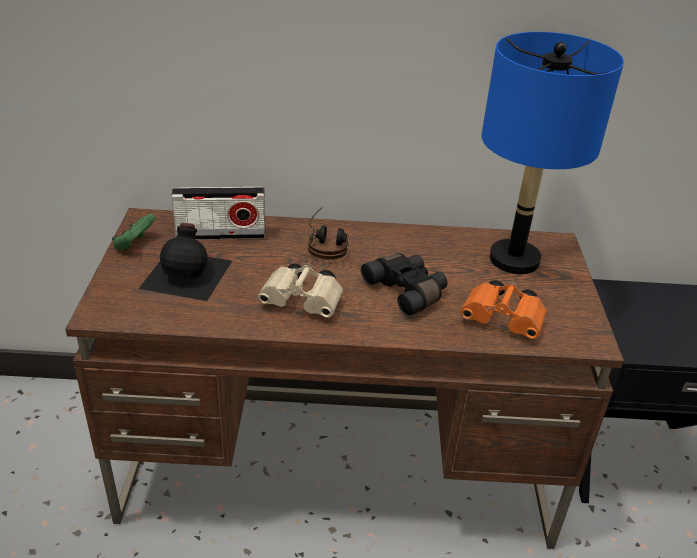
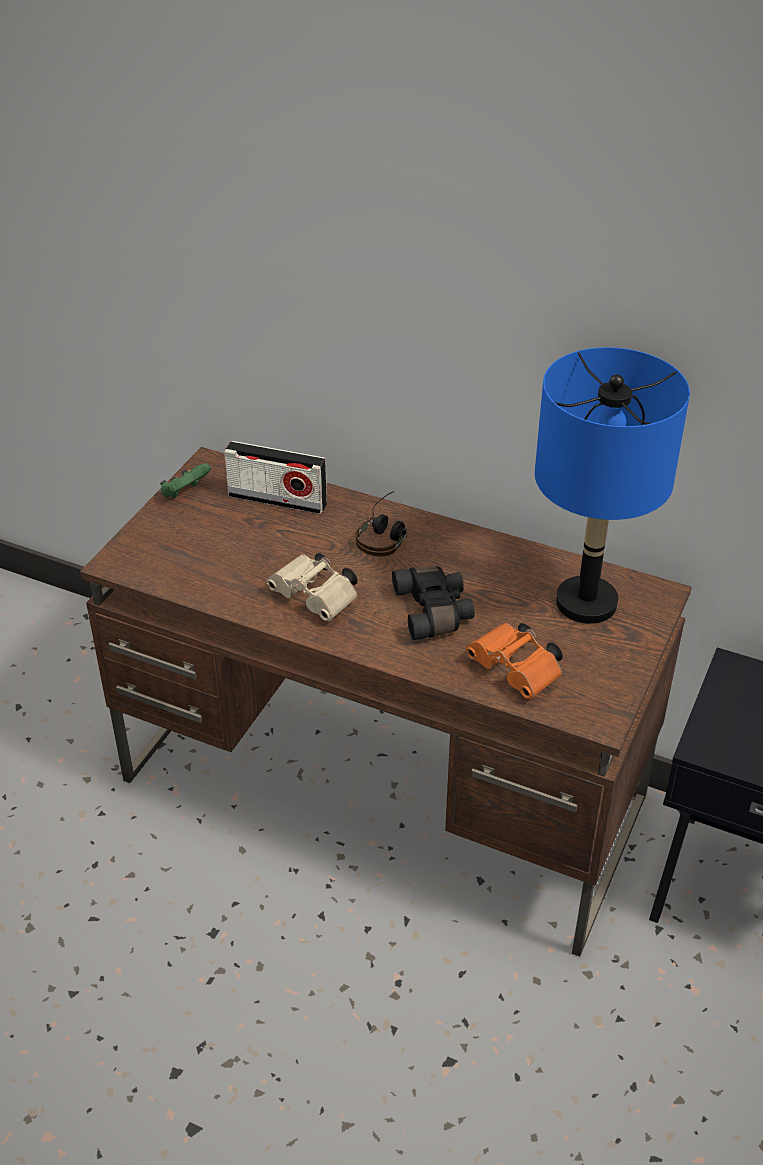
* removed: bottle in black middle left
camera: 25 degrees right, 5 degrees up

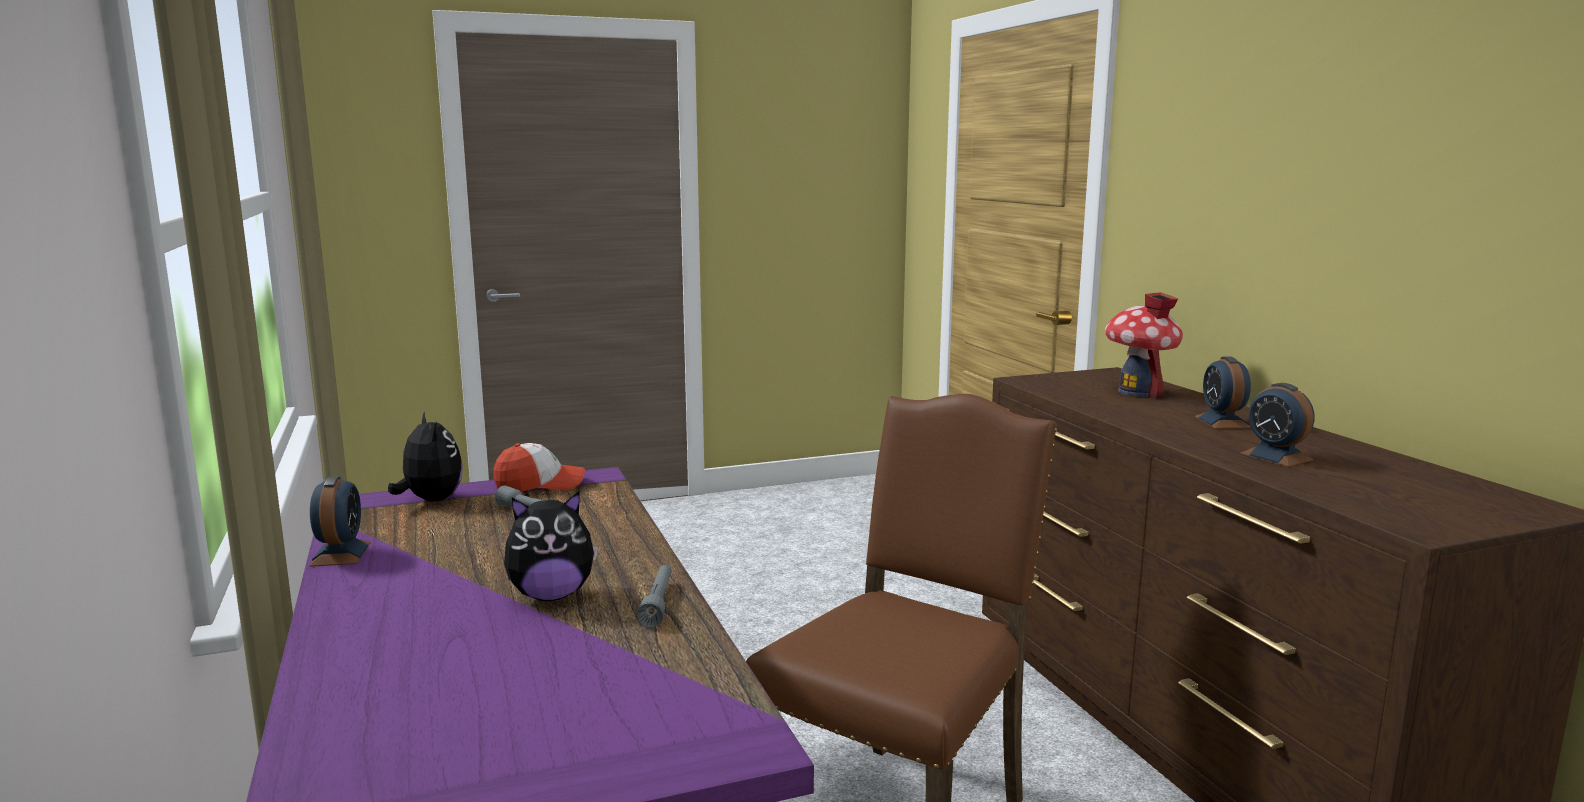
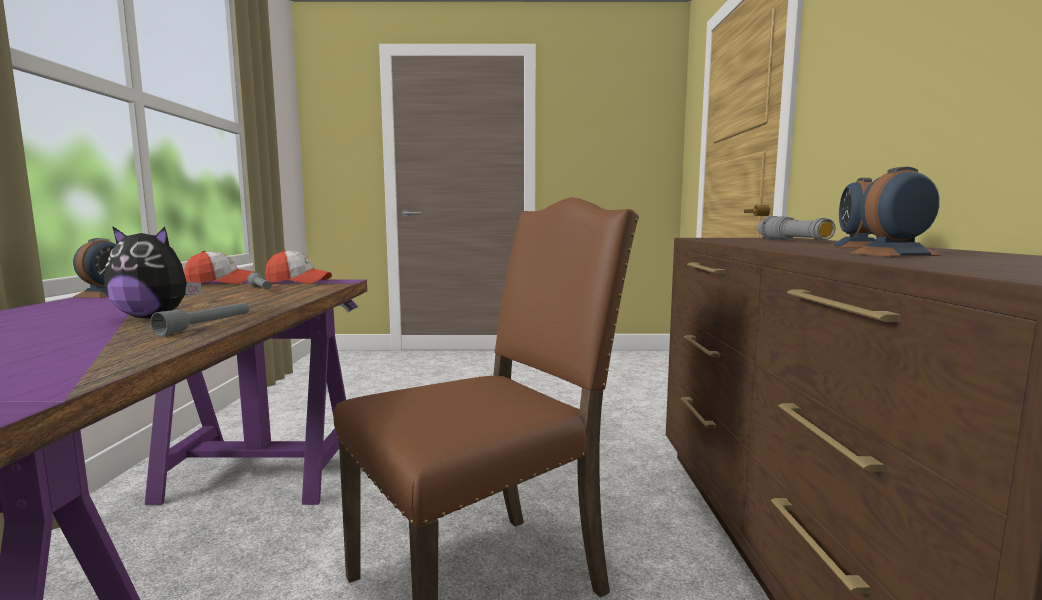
* replaced: plush toy (1st from left) middle left to cap (1st from left) middle left
* replaced: toy house middle right to flashlight in grey (3rd from left) middle right
* turned: alarm clock (3rd from left) middle right = middle right 90 degrees clockwise
camera: 20 degrees right, 5 degrees down

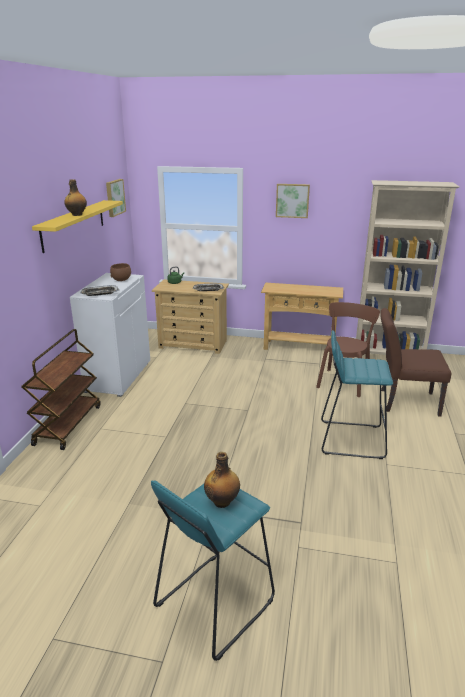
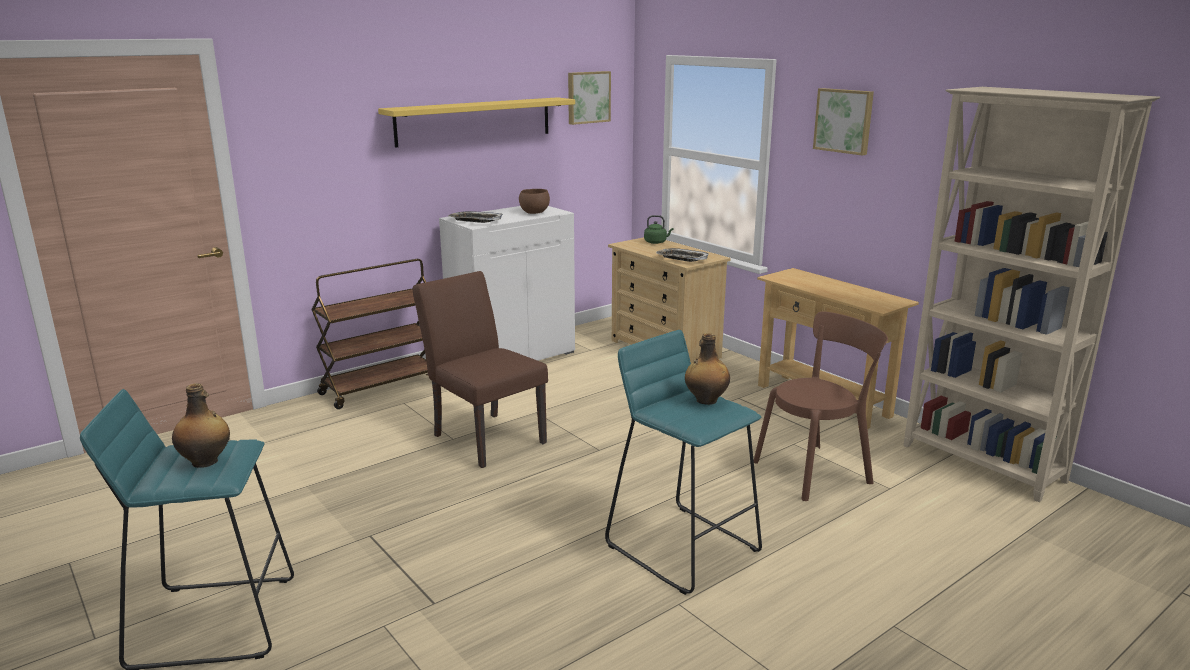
* moved: bottle (1st from left in the first image) top left to bottle (2nd from left) centre
* moved: chair in brown (2nd from left in the first image) middle right to chair in brown (1st from left) centre
camera: 40 degrees right, 5 degrees down

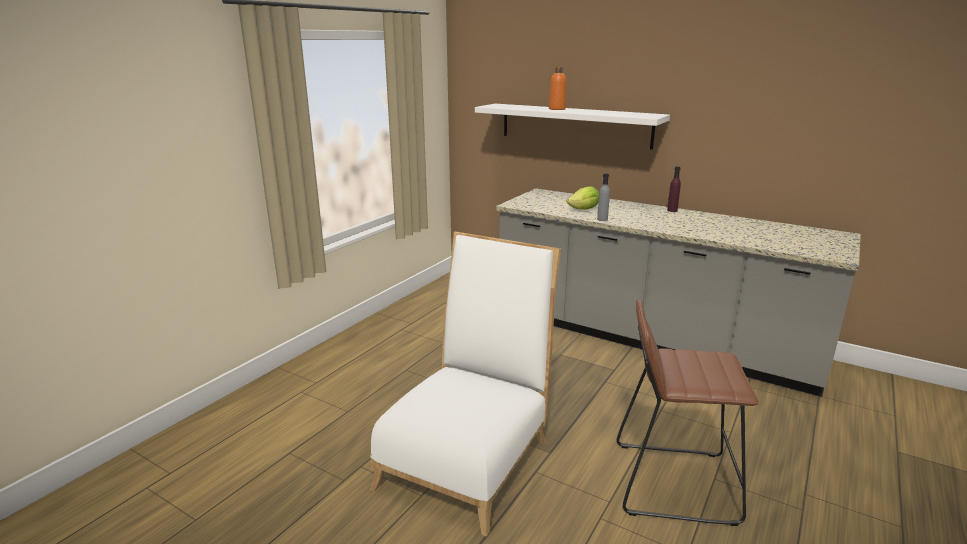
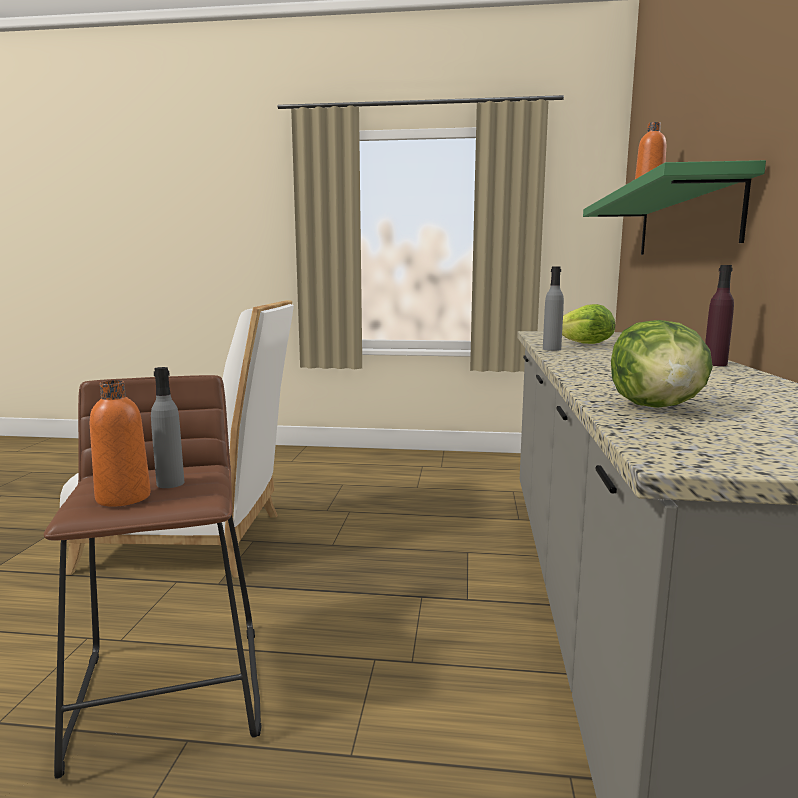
* recoloured: shelf in white top centre to shelf in green top right
* added: bottle in orange (1st from left) middle left
* added: bottle in grey (1st from left) middle left
* added: lettuce (2nd from left) middle right
camera: 65 degrees right, 10 degrees down

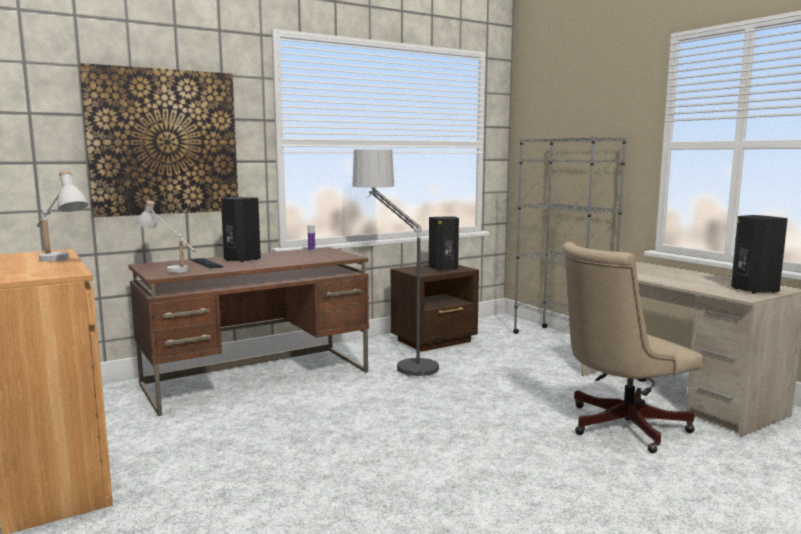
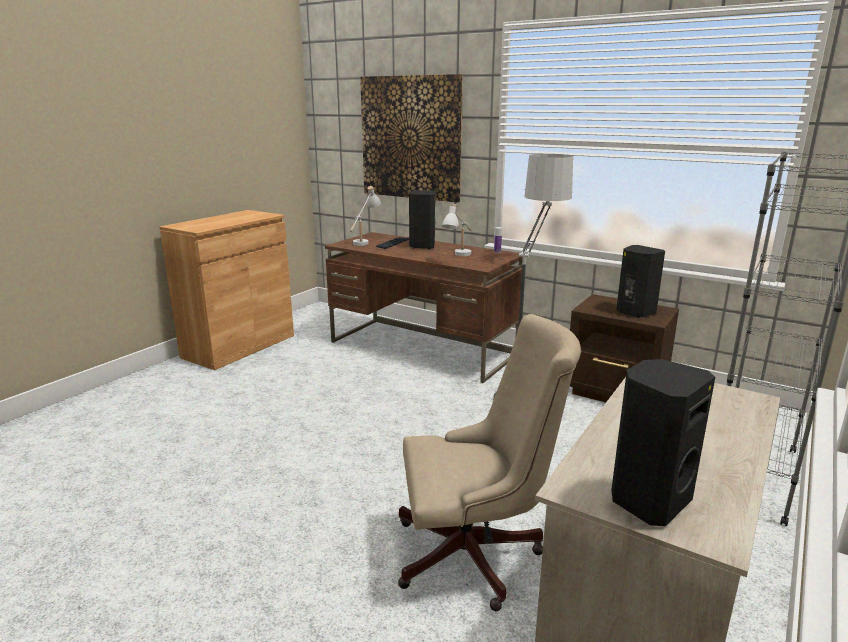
* moved: table lamp in white (1st from left in the first image) middle left to table lamp in white (2nd from left) centre
* turned: office chair in beige middle right = bottom centre 135 degrees clockwise
camera: 65 degrees right, 10 degrees up

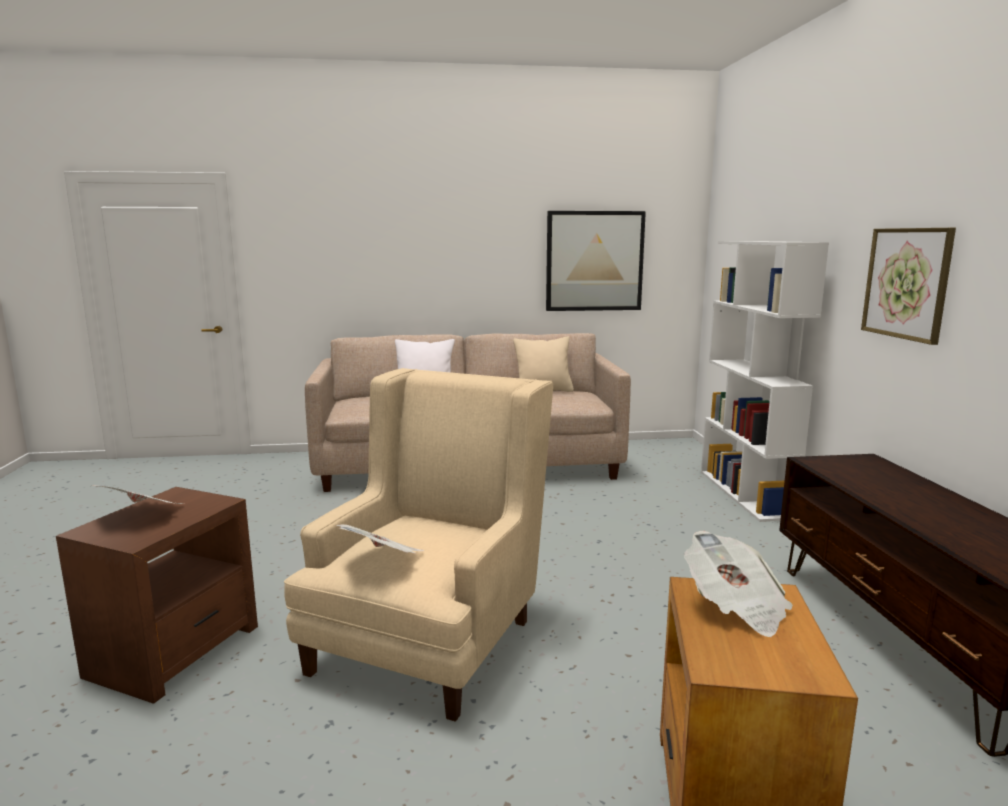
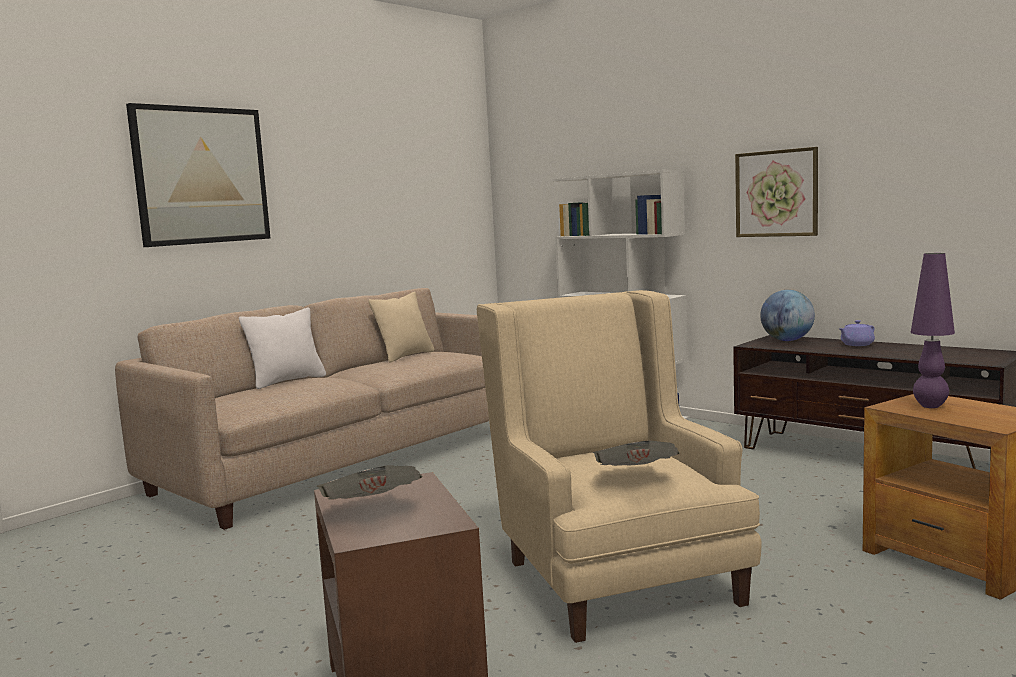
* moved: picture (1st from left) top centre to top left
* replaced: newspaper (3rd from left) bottom right to table lamp in purple middle right
* added: globe middle right
* added: teapot in purple middle right
camera: 40 degrees left, 5 degrees down

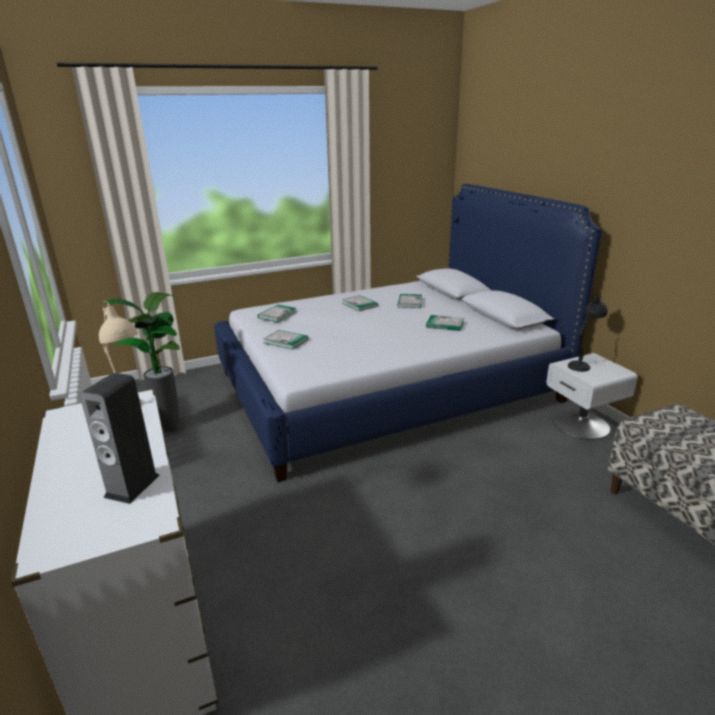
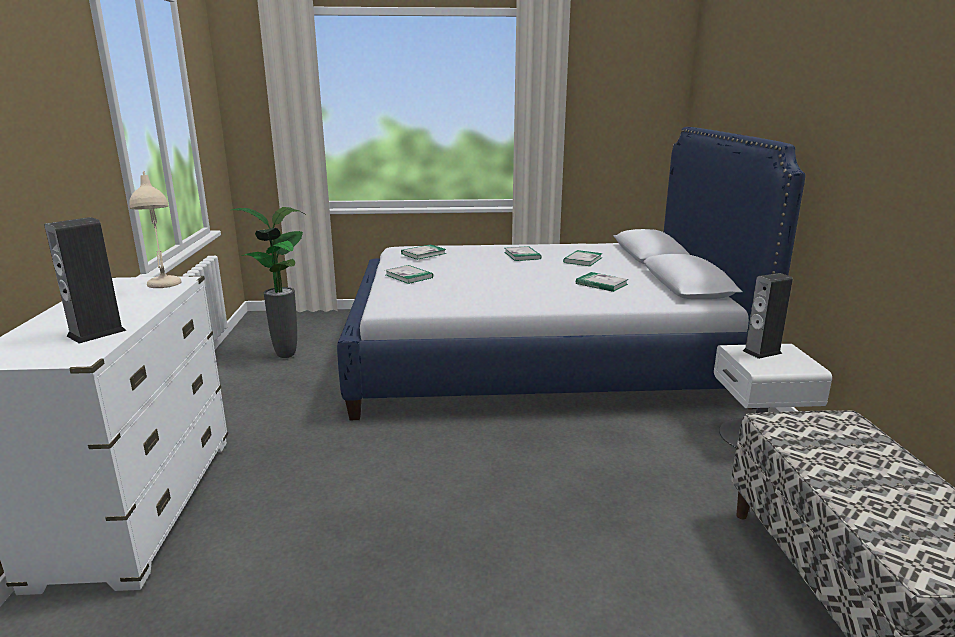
* replaced: table lamp in black middle right to speaker (2nd from left) middle right
camera: 20 degrees right, 5 degrees down

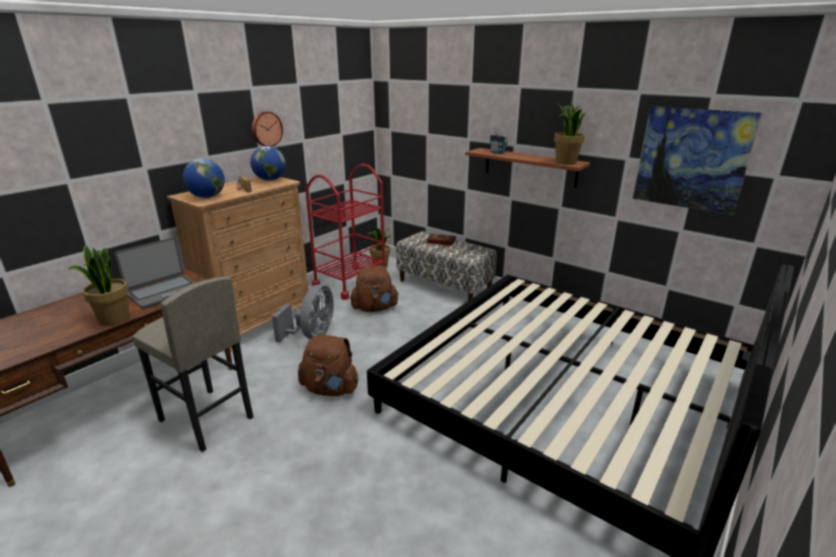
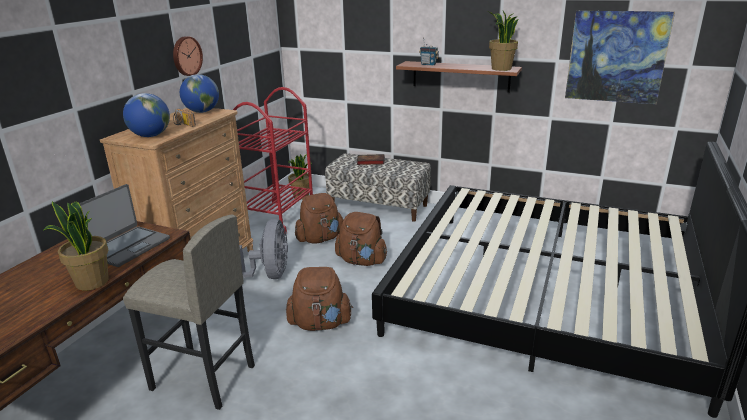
* added: backpack in brown (3rd from left) centre
camera: 15 degrees left, 0 degrees up

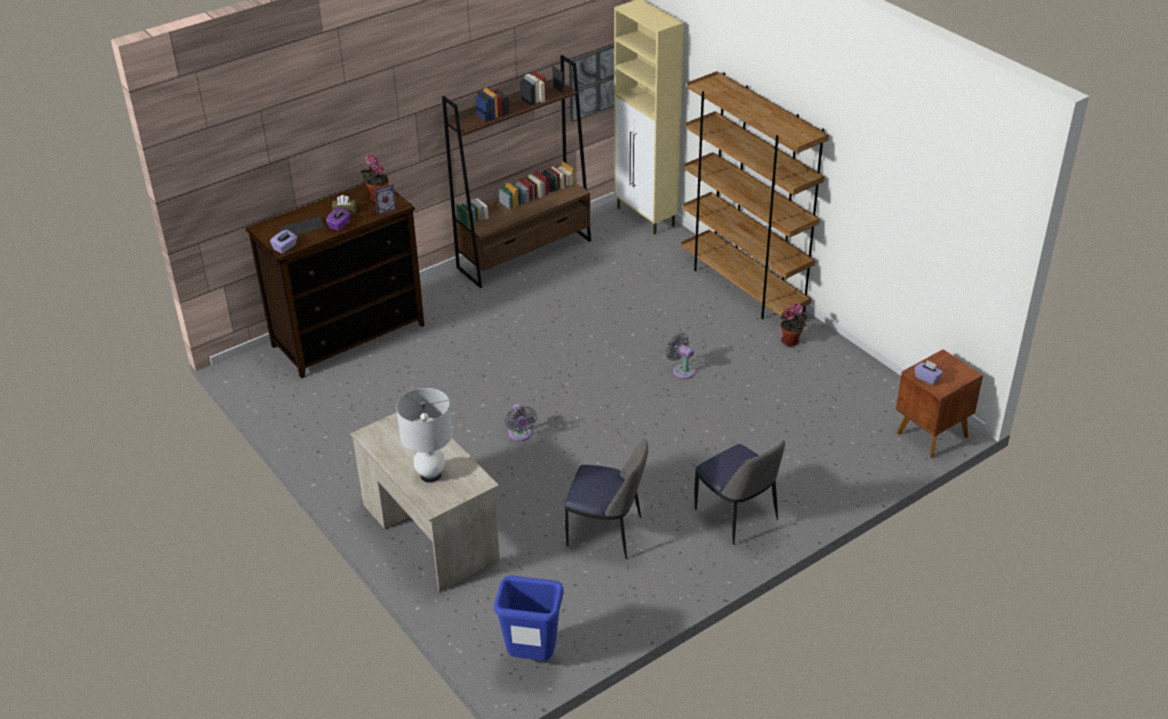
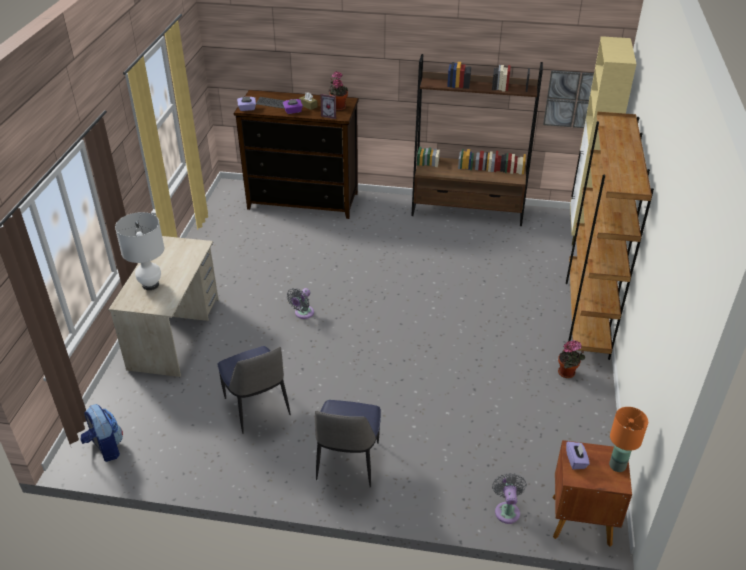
* replaced: trash can in blue bottom centre to backpack bottom left
* moved: fan in grey (2nd from left) centre to bottom right
* added: table lamp in orange bottom right
camera: 45 degrees right, 0 degrees up

